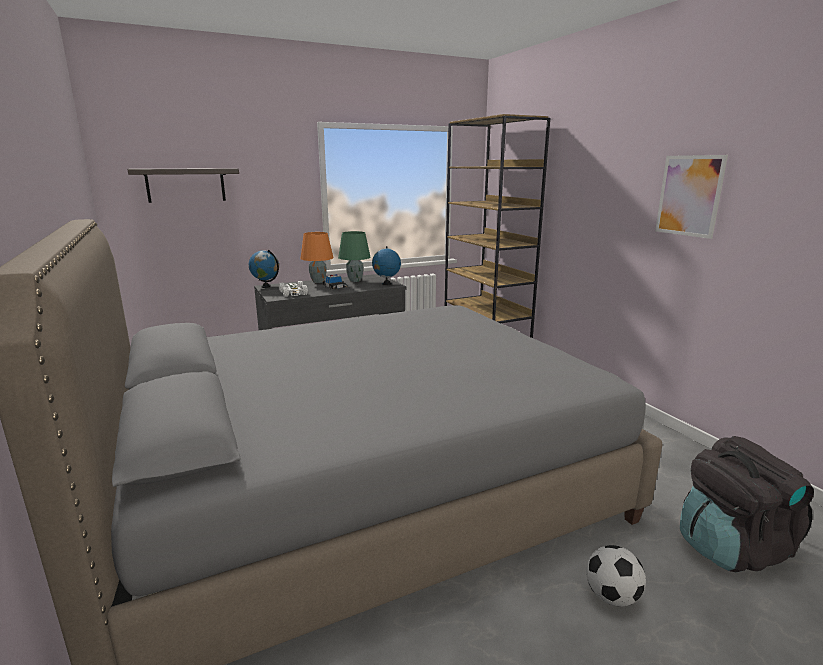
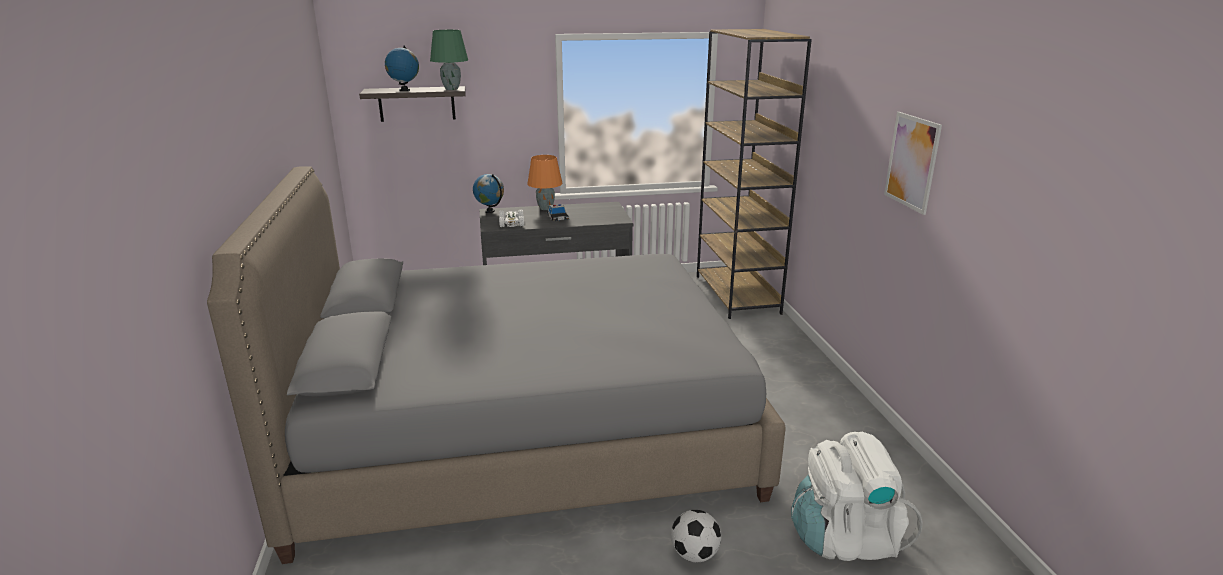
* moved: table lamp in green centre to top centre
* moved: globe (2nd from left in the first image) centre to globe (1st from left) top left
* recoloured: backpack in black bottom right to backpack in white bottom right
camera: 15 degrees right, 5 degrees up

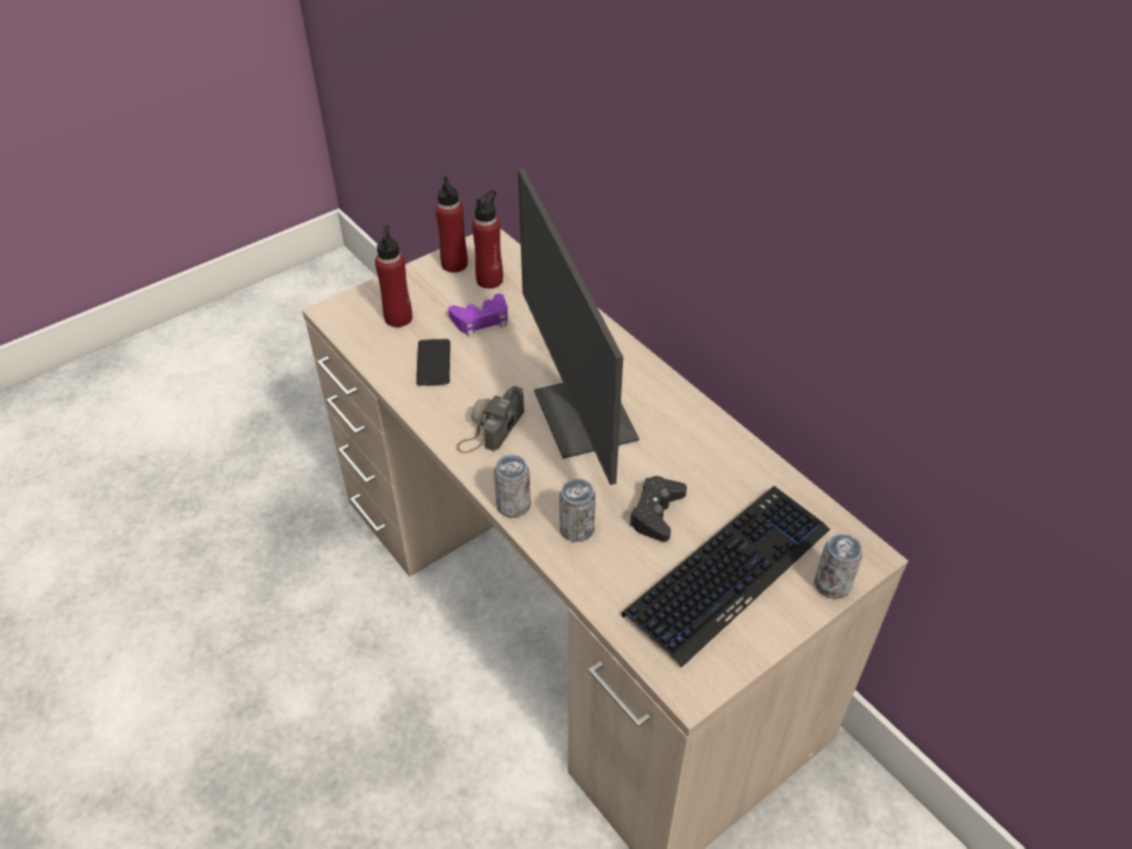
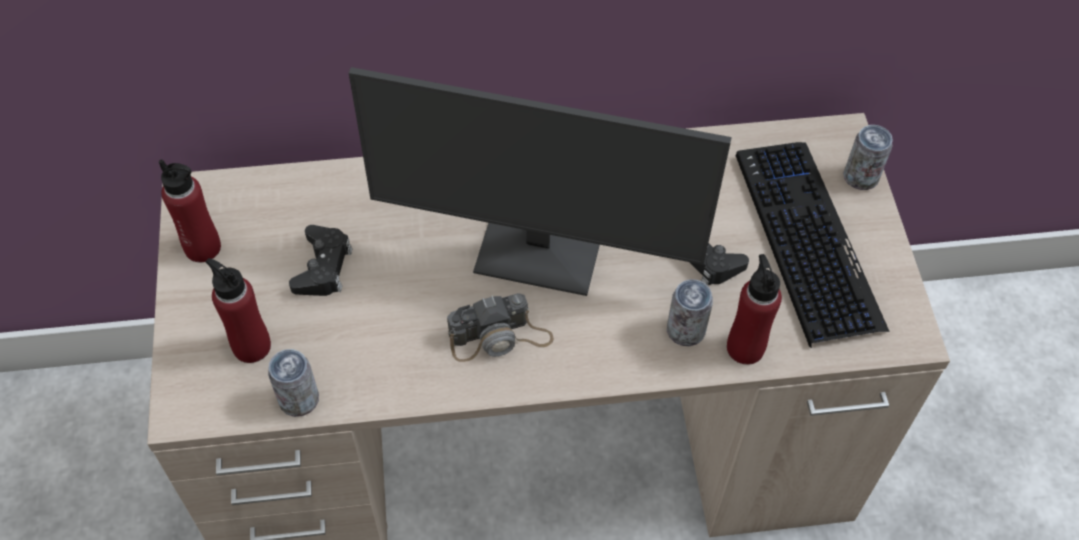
* removed: phone centre
* recoloured: game controller in purple centre to game controller in black (1st from left) middle left
* turned: photo camera centre = centre 75 degrees counterclockwise
* moved: bottle in red (3rd from left) top centre to middle right
* moved: can (1st from left) centre to bottom left
camera: 60 degrees left, 10 degrees up

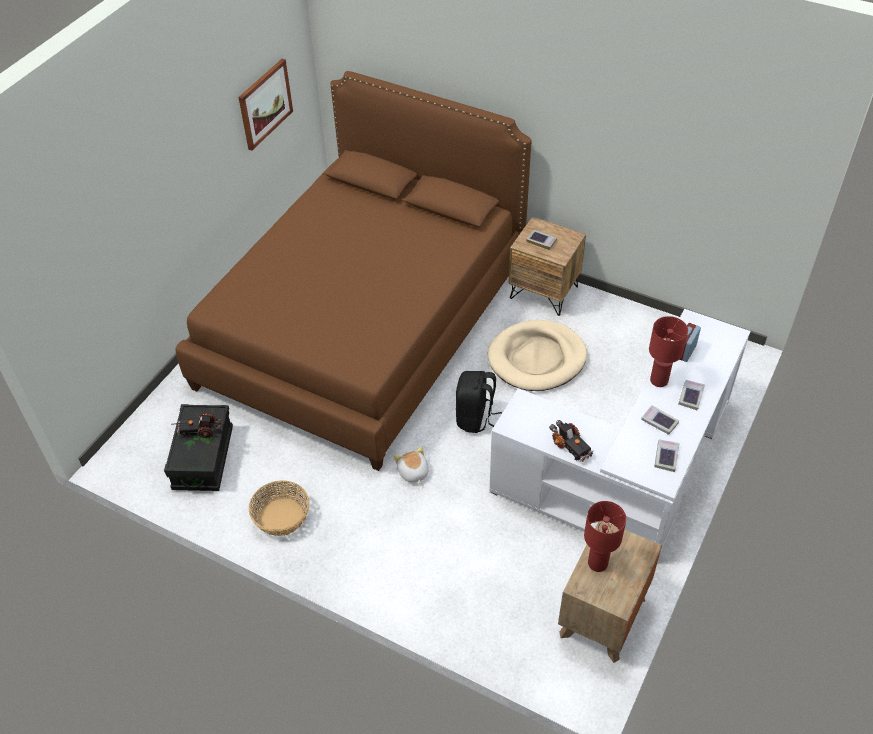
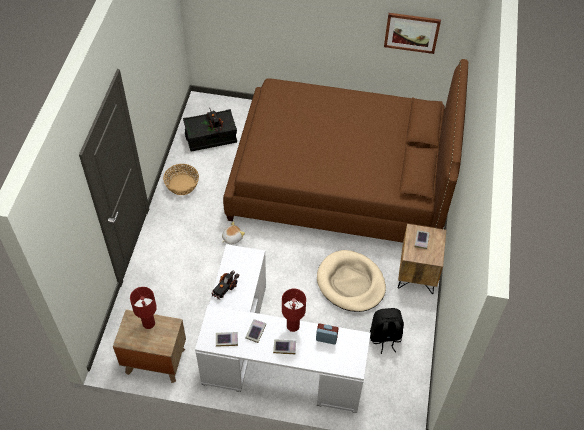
* moved: backpack in black centre to bottom centre
camera: 70 degrees right, 5 degrees up

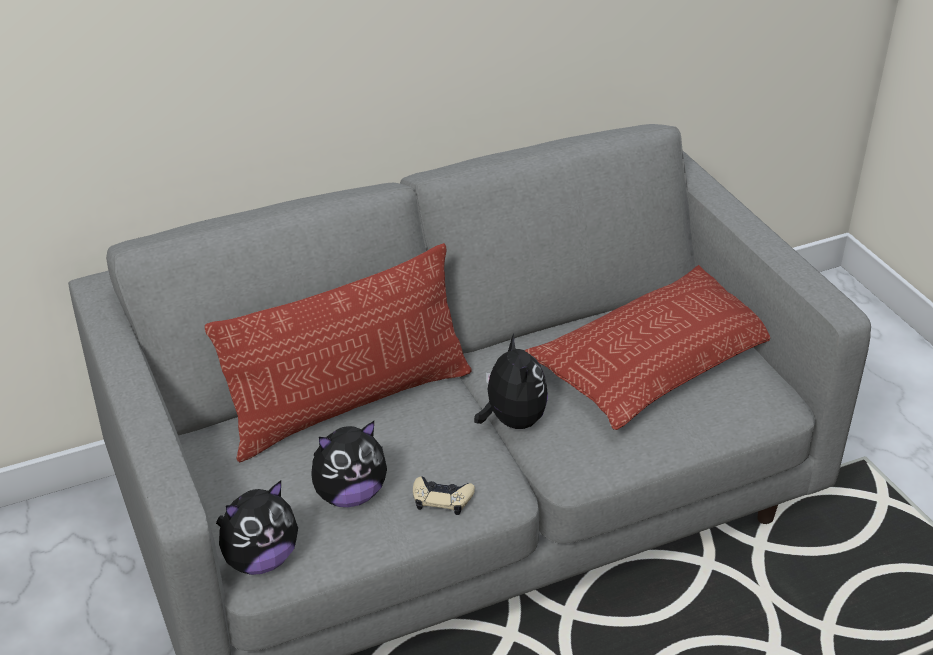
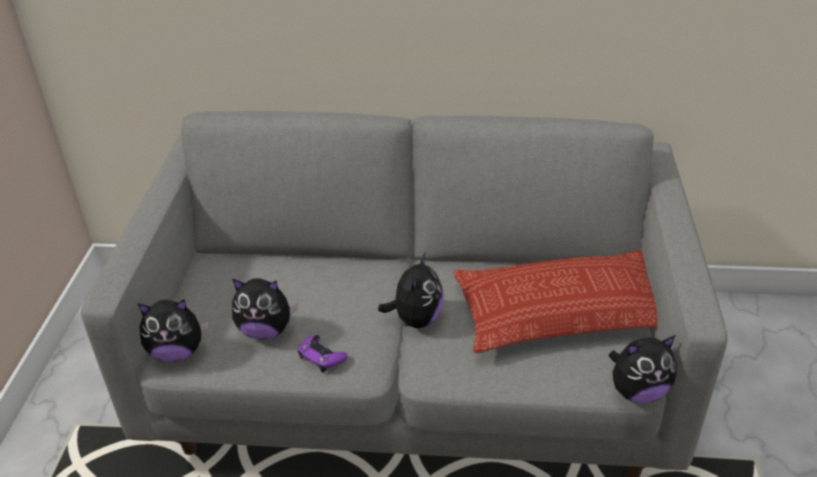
* removed: pillow (1st from left) centre
* recoloured: game controller in beige bottom centre to game controller in purple bottom centre
* added: plush toy (4th from left) bottom right
camera: 30 degrees right, 0 degrees up

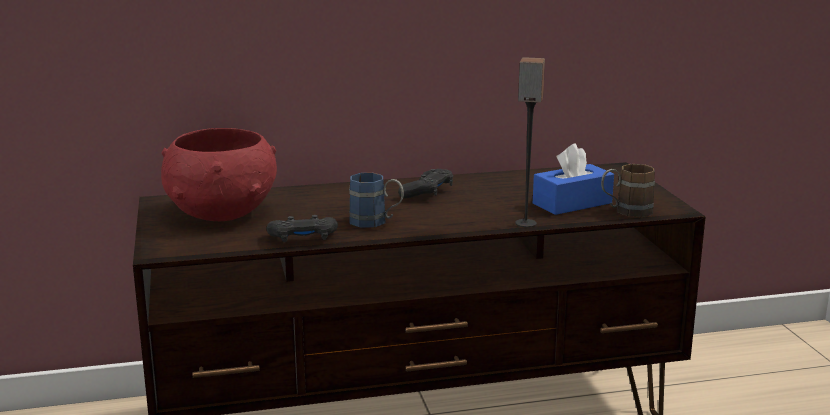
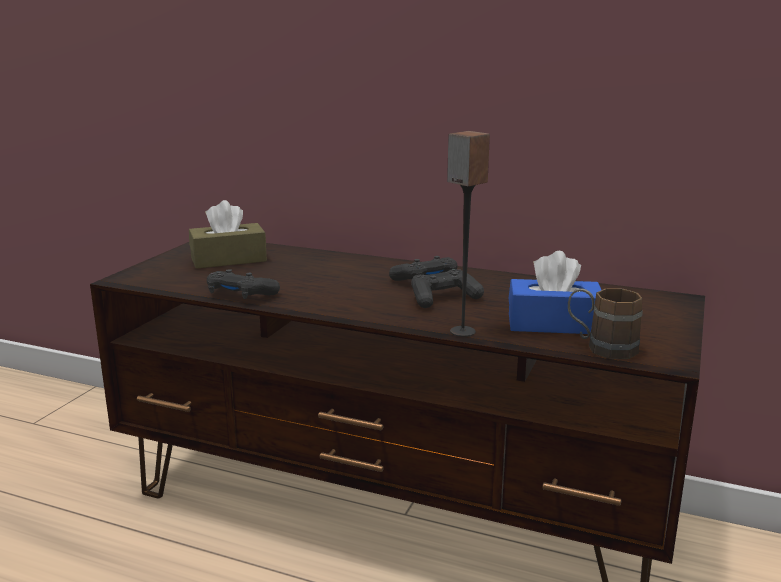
* replaced: bowl in red middle left to tissue box in brown middle left
* removed: mug in blue centre
* added: game controller in black (3rd from left) centre
camera: 35 degrees right, 0 degrees up

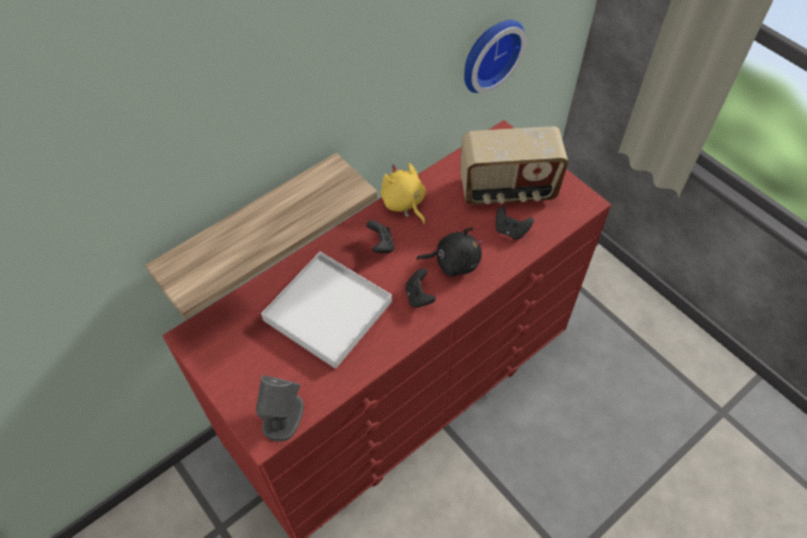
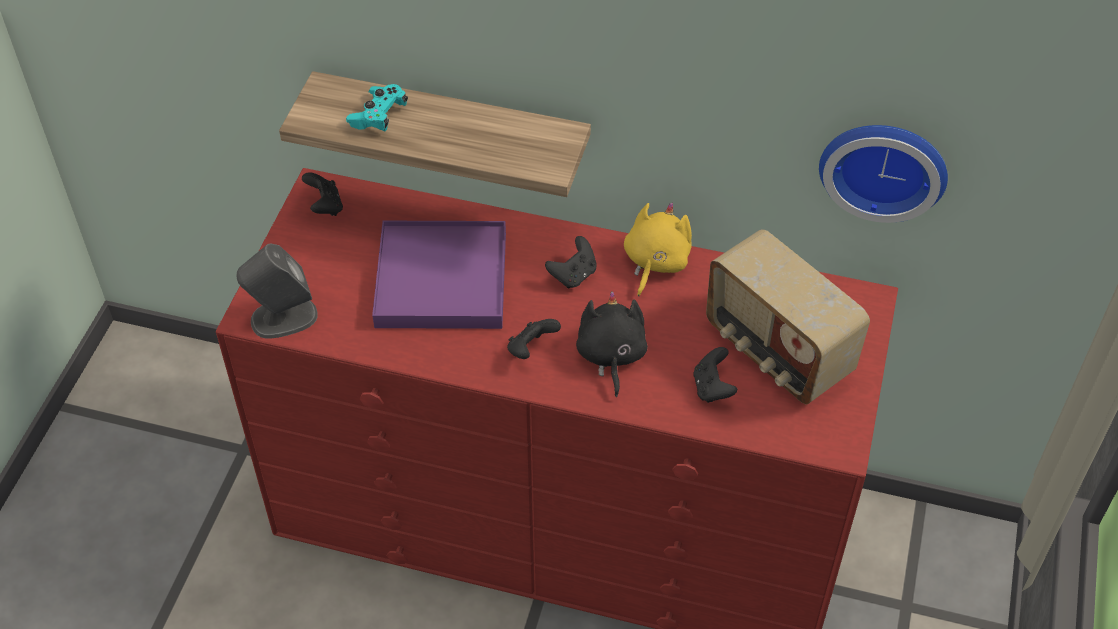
* recoloured: tray in white centre to tray in purple centre
* turned: plush toy in black centre = centre 150 degrees counterclockwise
* added: game controller in black (1st from left) top left
* added: game controller in turquoise top centre
camera: 55 degrees right, 5 degrees down

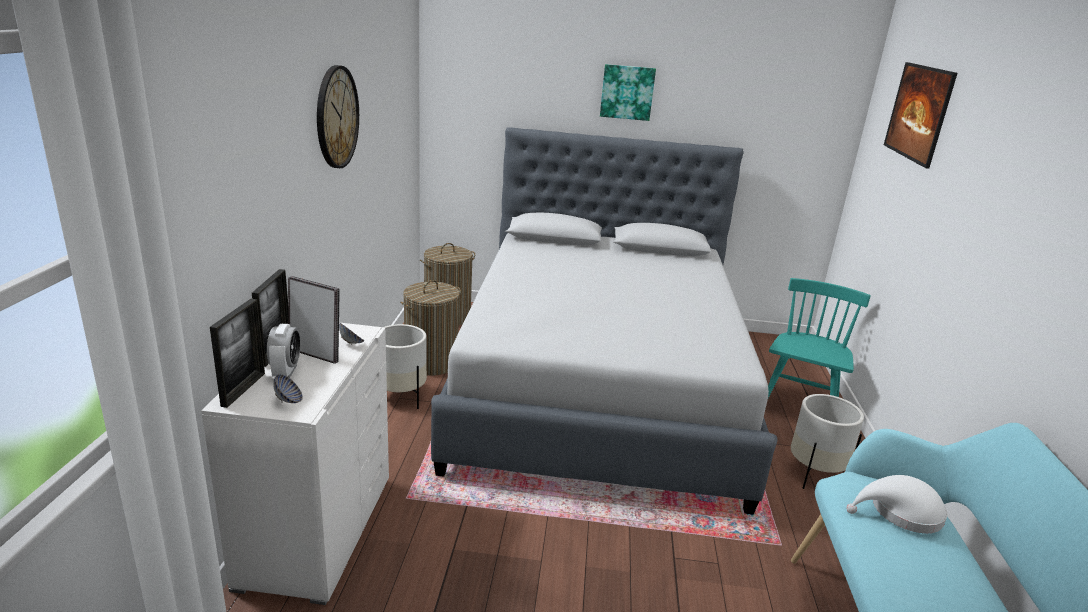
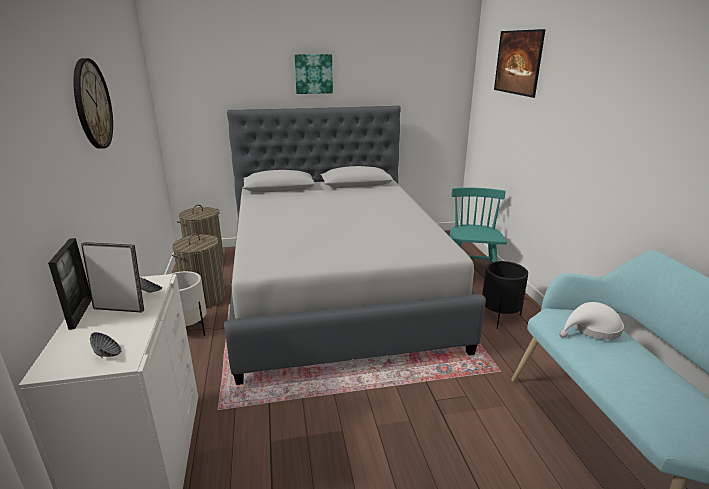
* removed: picture frame (1st from left) middle left
* removed: alarm clock middle left
* recoloured: planter in white (2nd from left) bottom right to planter in black middle right
camera: 15 degrees left, 0 degrees up

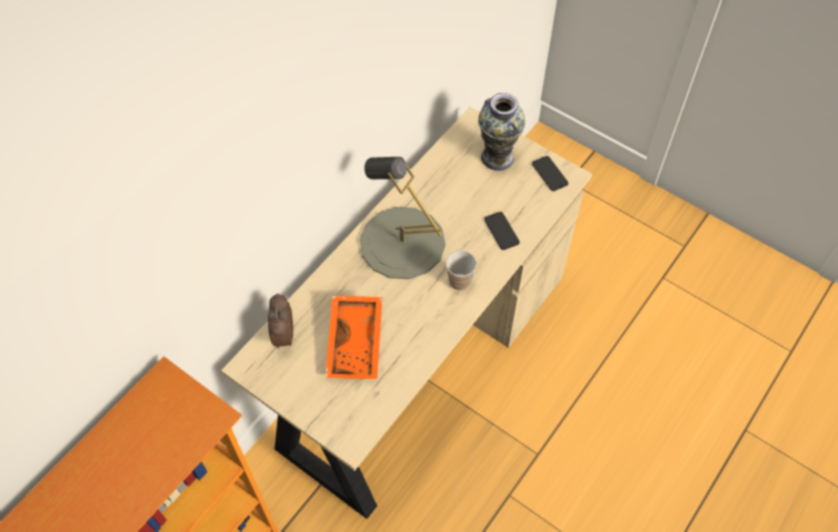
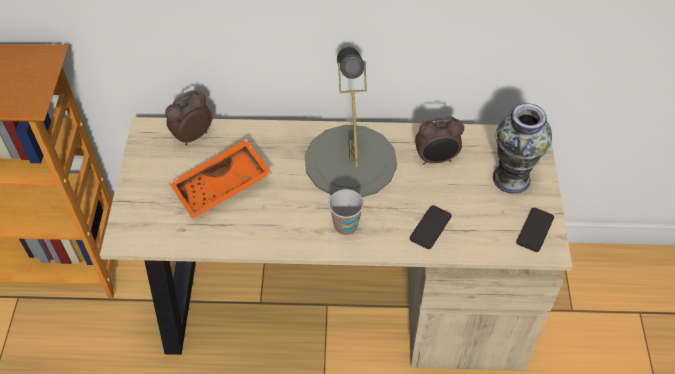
* added: alarm clock (2nd from left) centre
camera: 55 degrees right, 5 degrees down

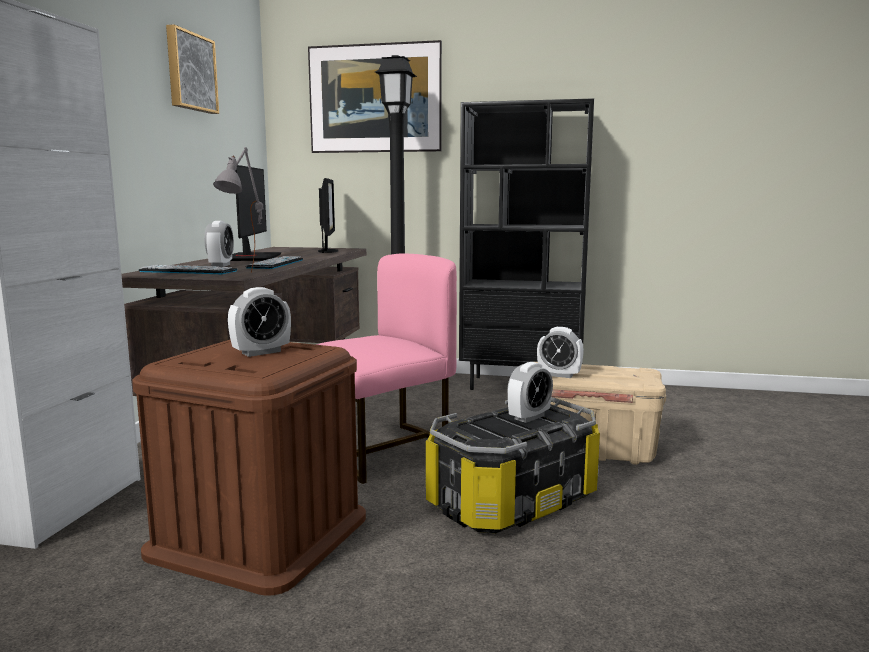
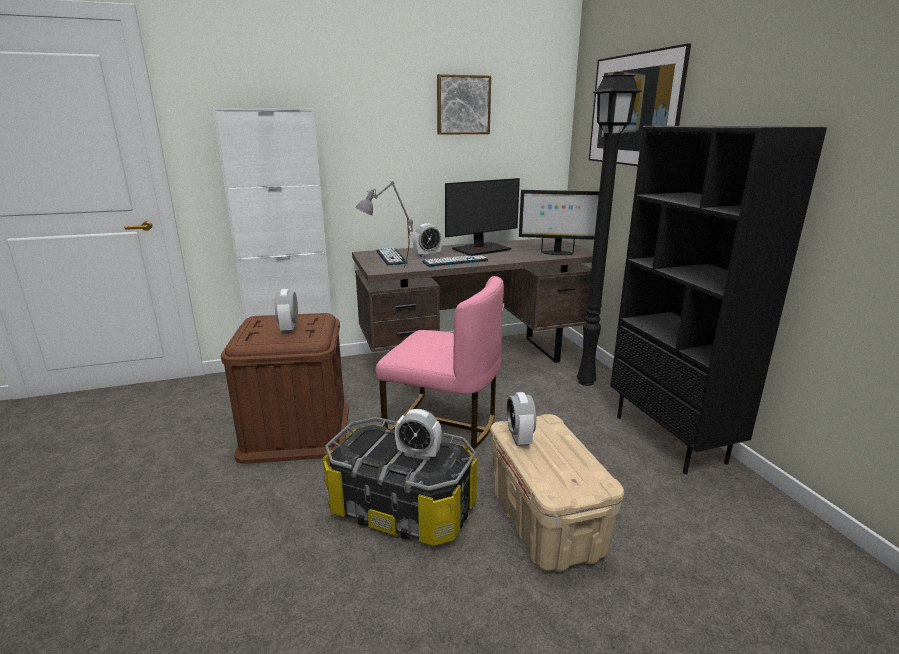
* turned: alarm clock (2nd from left in the first image) middle left = middle left 60 degrees clockwise
* turned: monitor (2nd from left) top centre = centre 45 degrees clockwise
camera: 60 degrees right, 10 degrees up

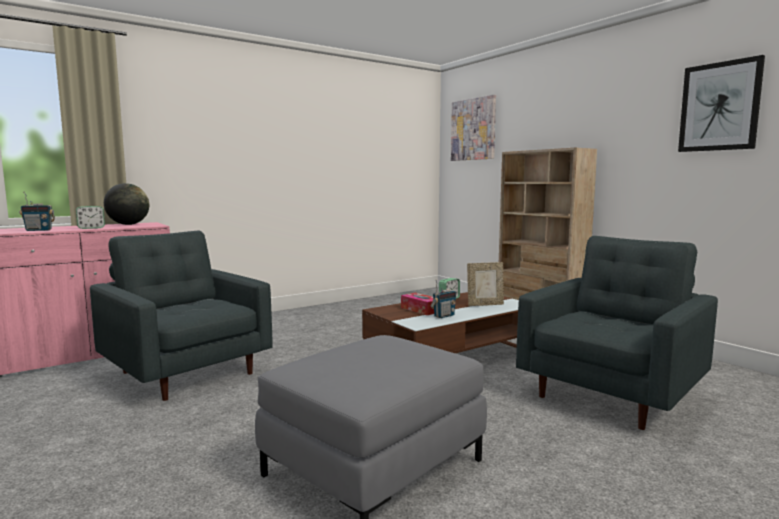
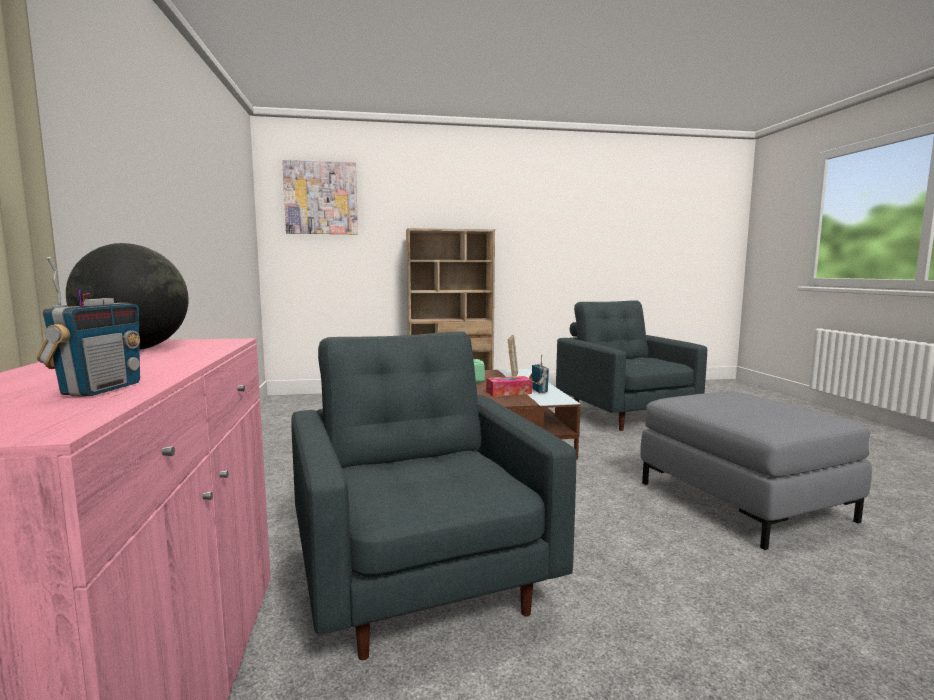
* removed: alarm clock (1st from left) middle left
* turned: armchair in grey (1st from left) middle left = bottom centre 90 degrees clockwise
* removed: picture (2nd from left) top right
camera: 65 degrees left, 0 degrees up

